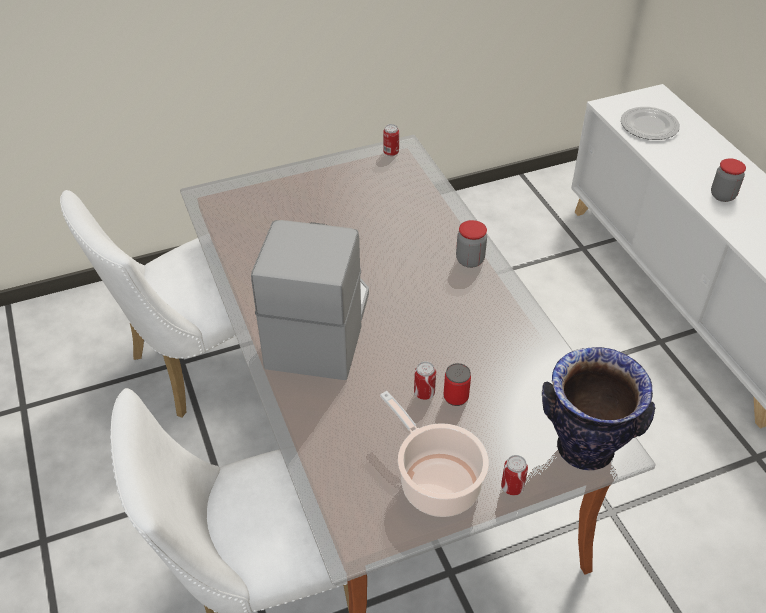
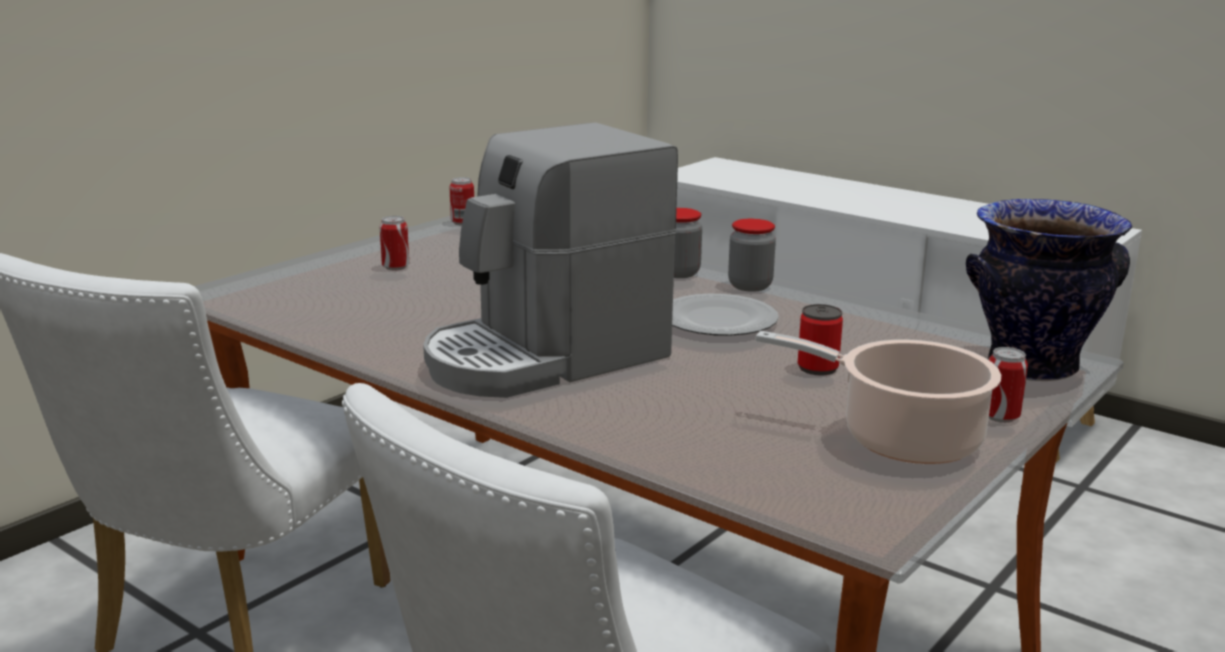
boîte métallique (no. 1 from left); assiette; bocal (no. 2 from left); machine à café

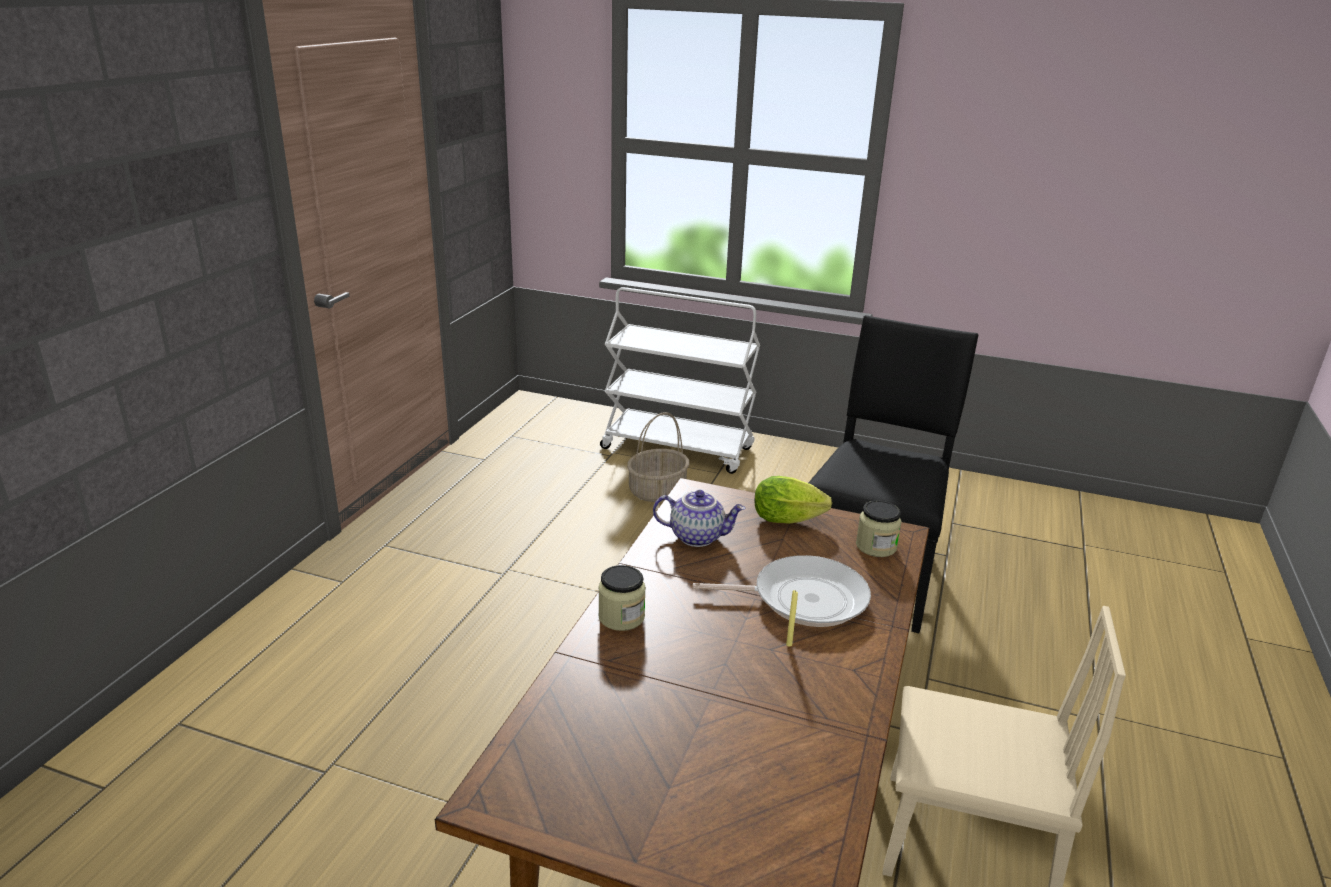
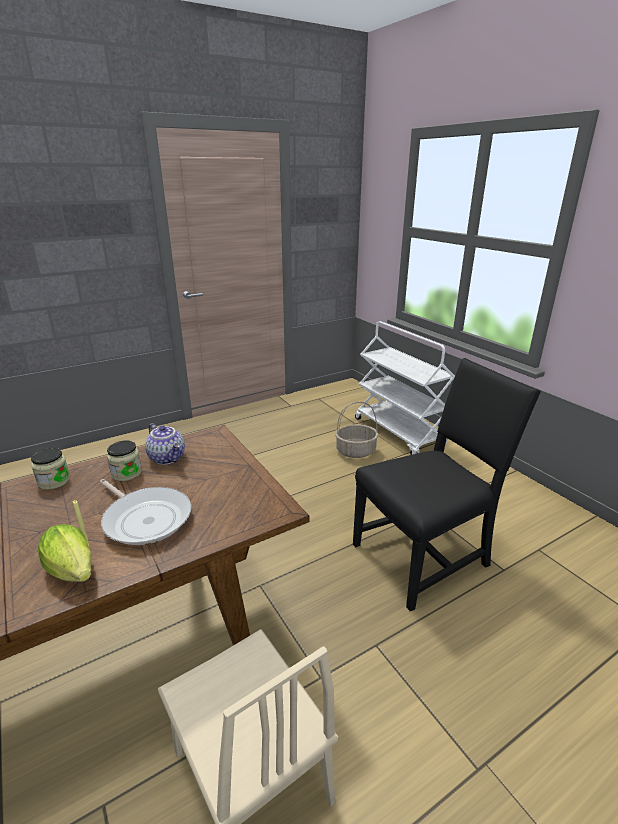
laitue; bocal (no. 2 from left)

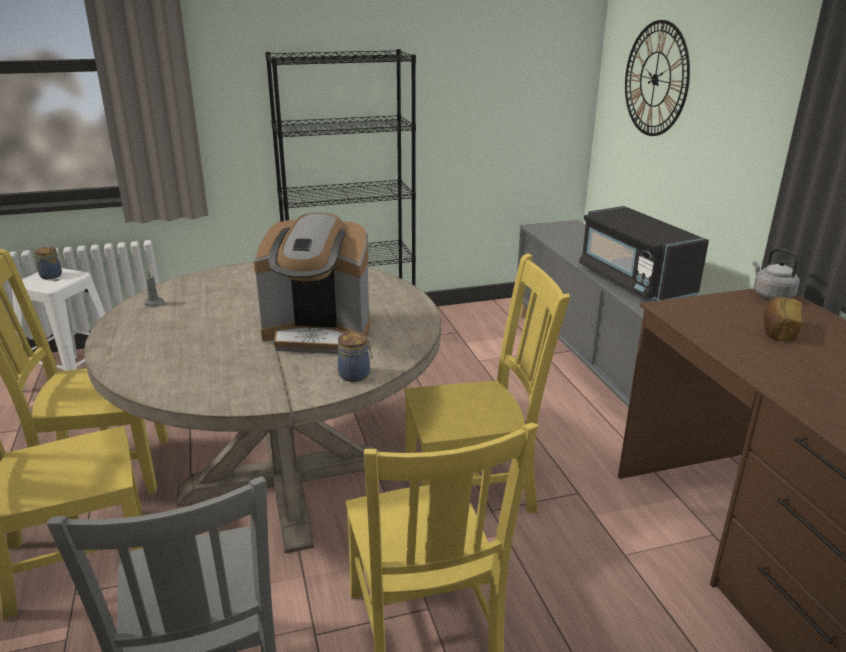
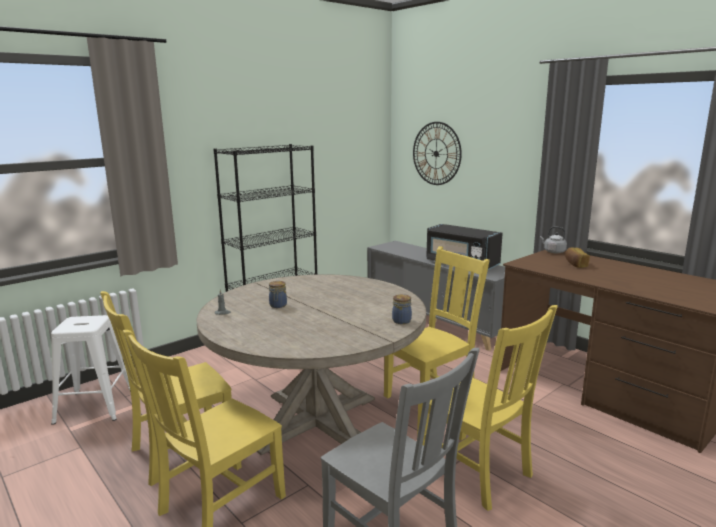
machine à café; bocal (no. 1 from left)

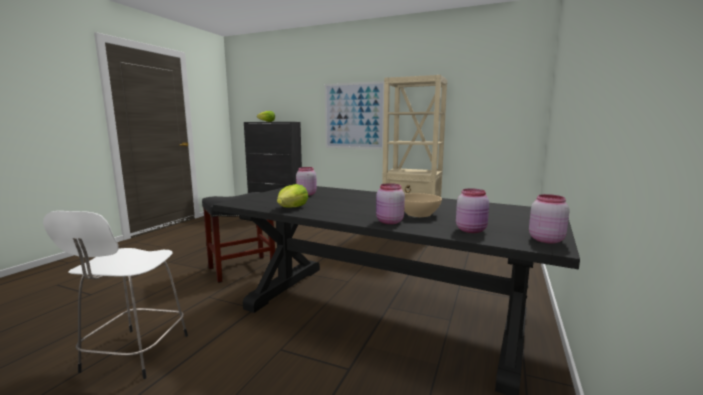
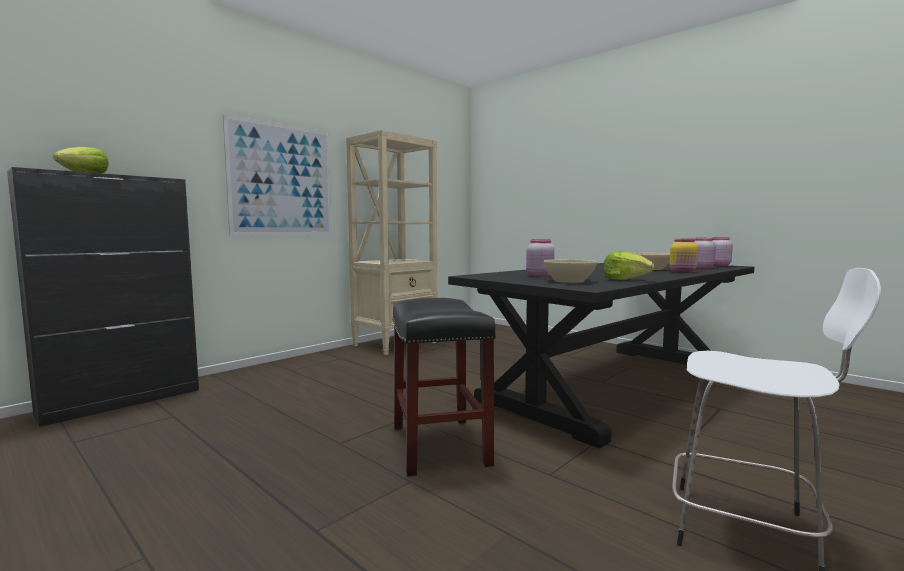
bol/beige (no. 1 from left); bocal/jaune

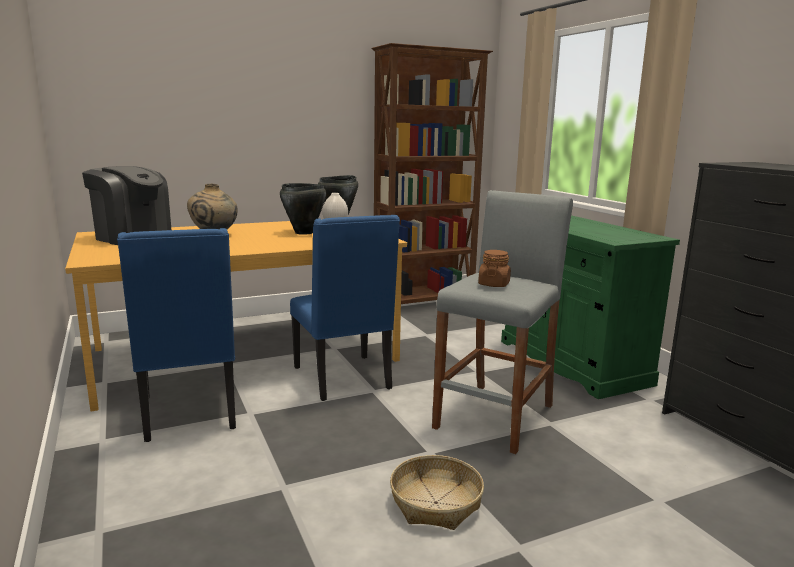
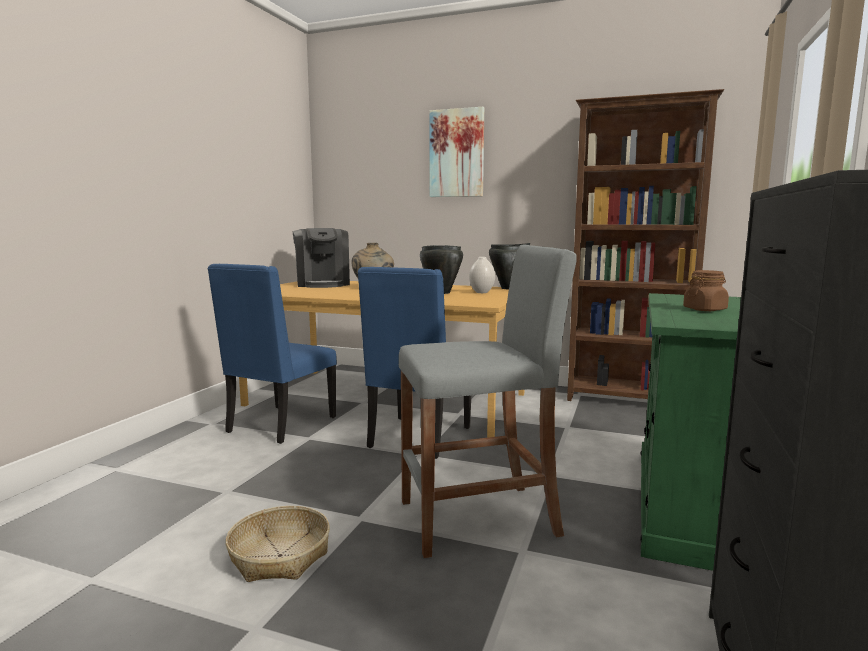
tableau; bocal/marron

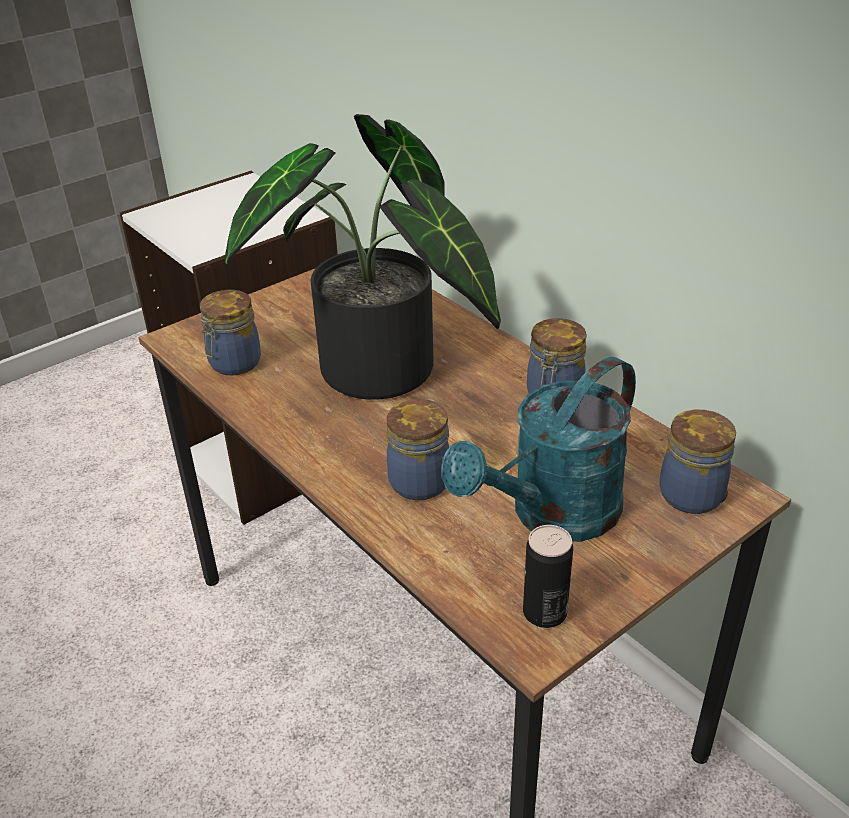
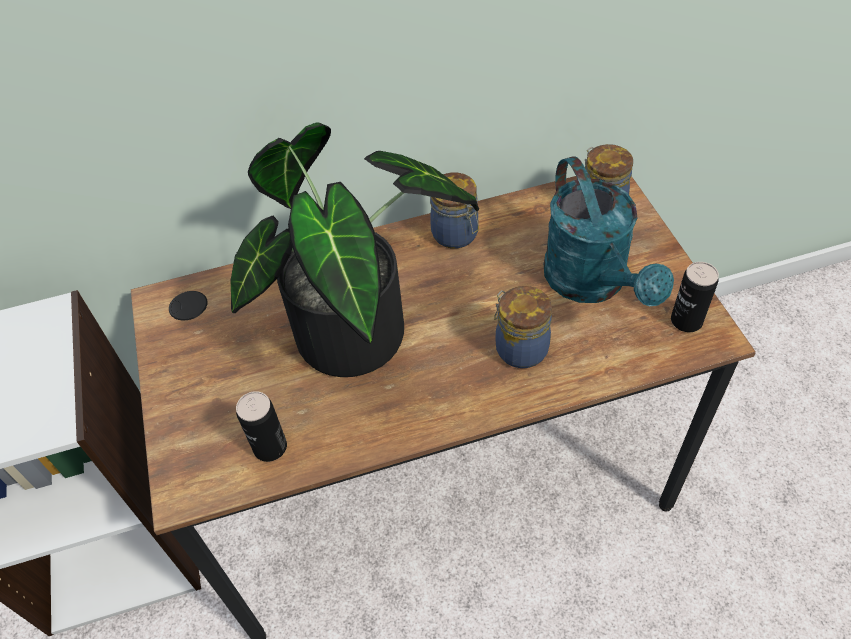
boîte métallique (no. 1 from left)

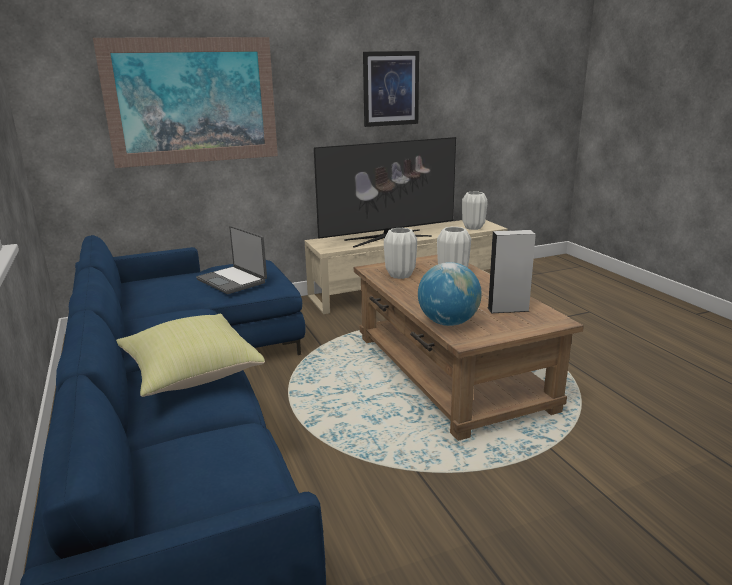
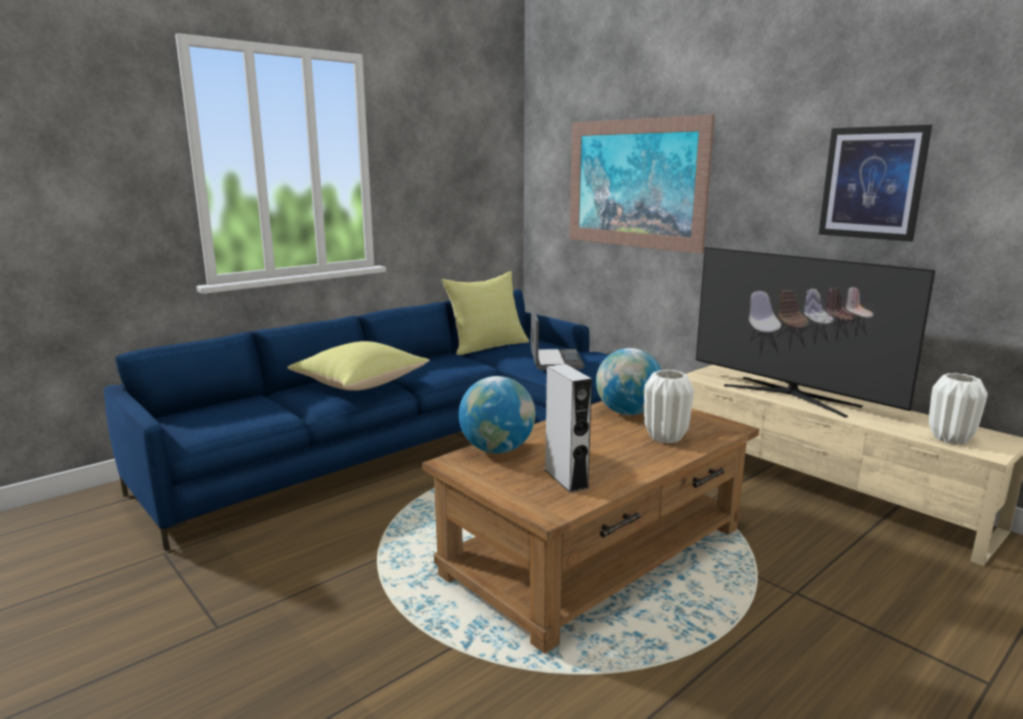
coussin/jaune (no. 2 from left); globe (no. 2 from left); ordinateur portable

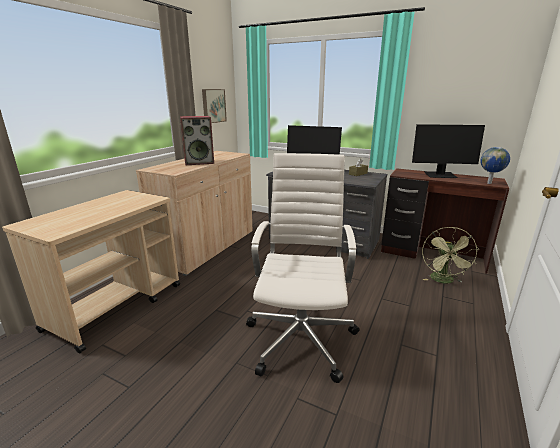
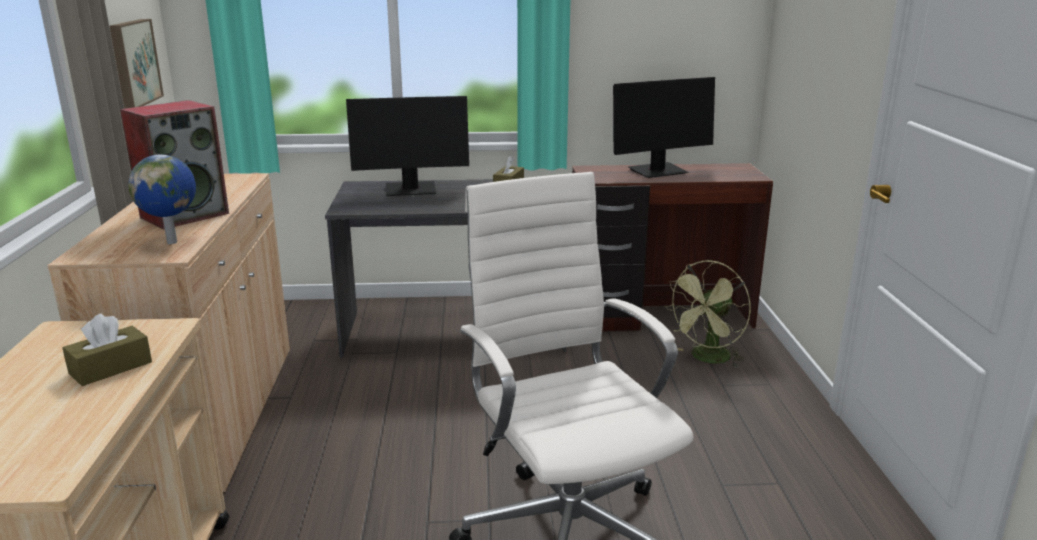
boîte à mouchoirs/marron (no. 1 from left); globe; ventilateur/vert

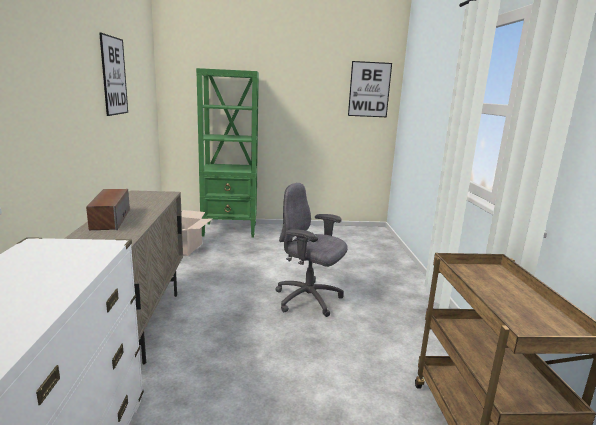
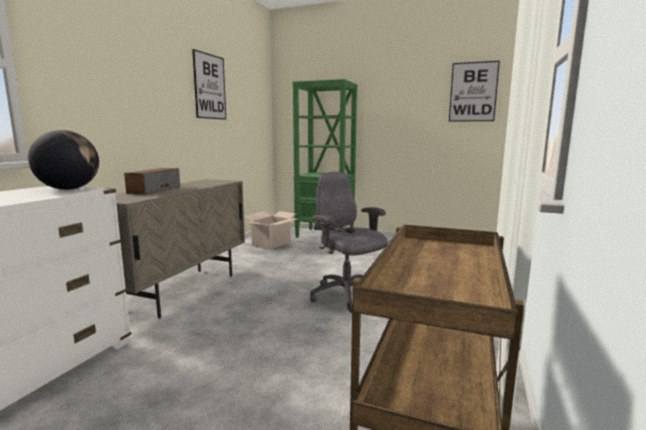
globe

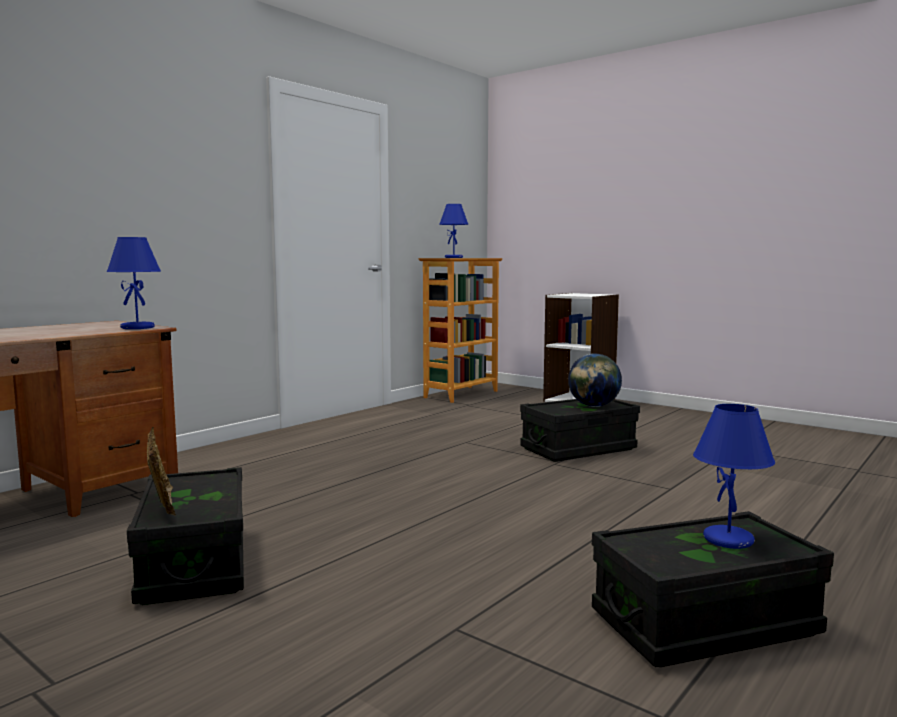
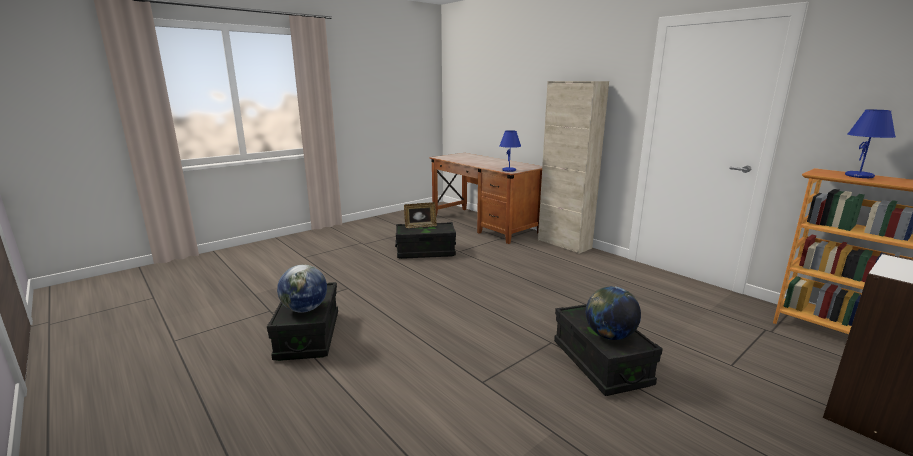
meuble de rangement/beige; globe (no. 1 from left)

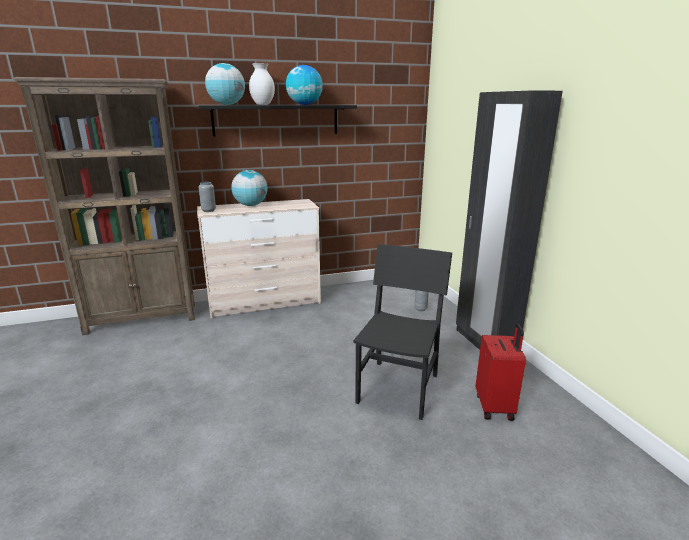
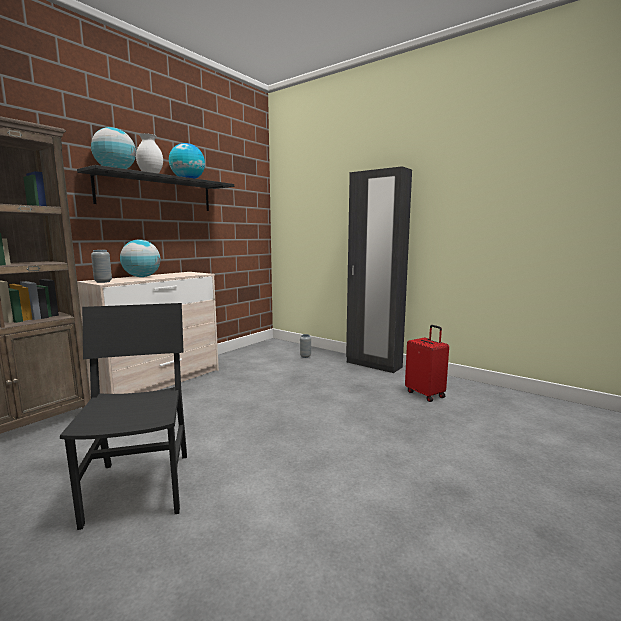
chaise/noir

